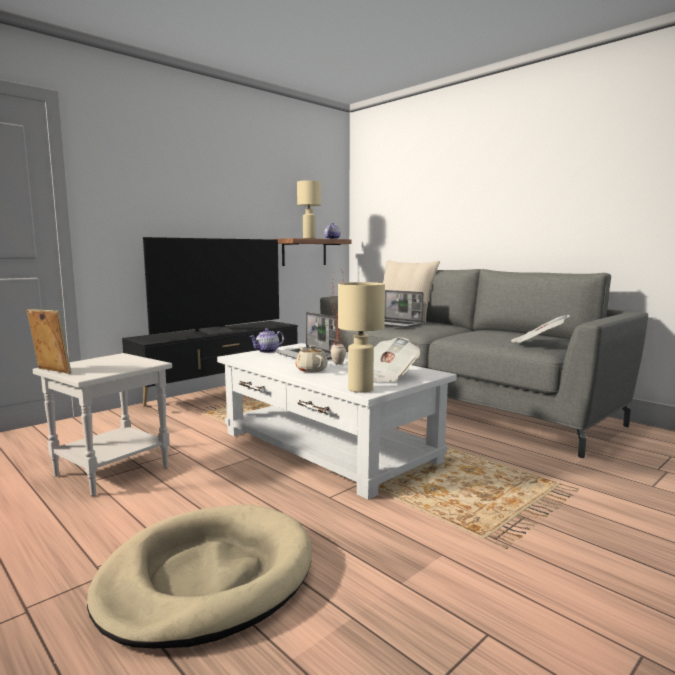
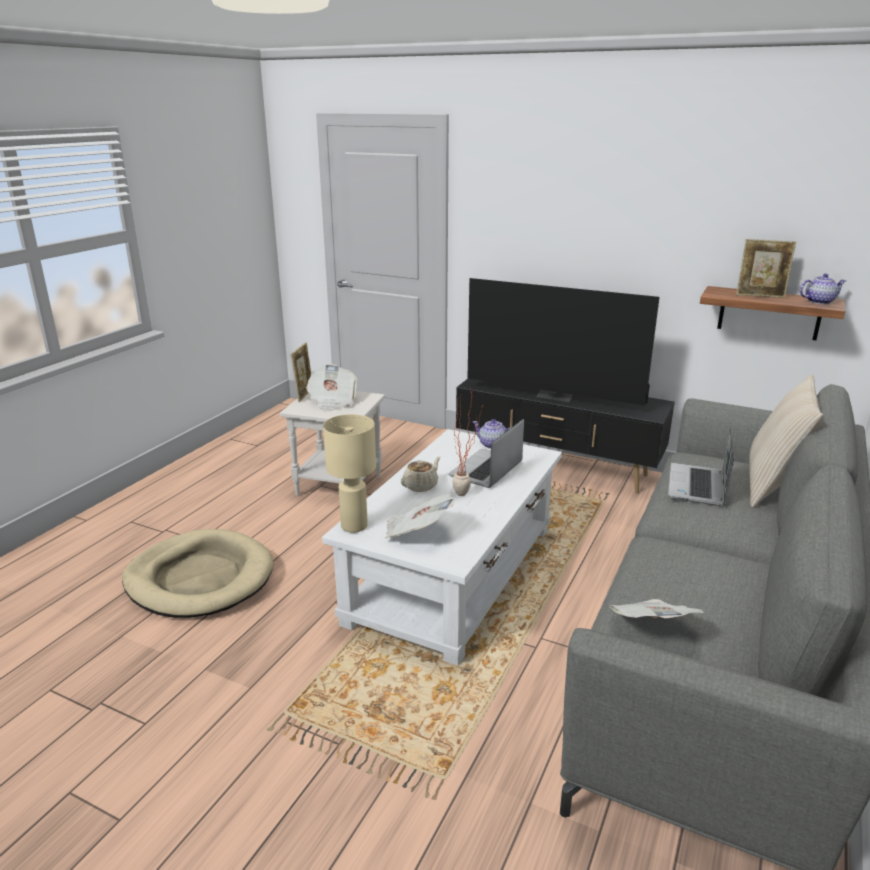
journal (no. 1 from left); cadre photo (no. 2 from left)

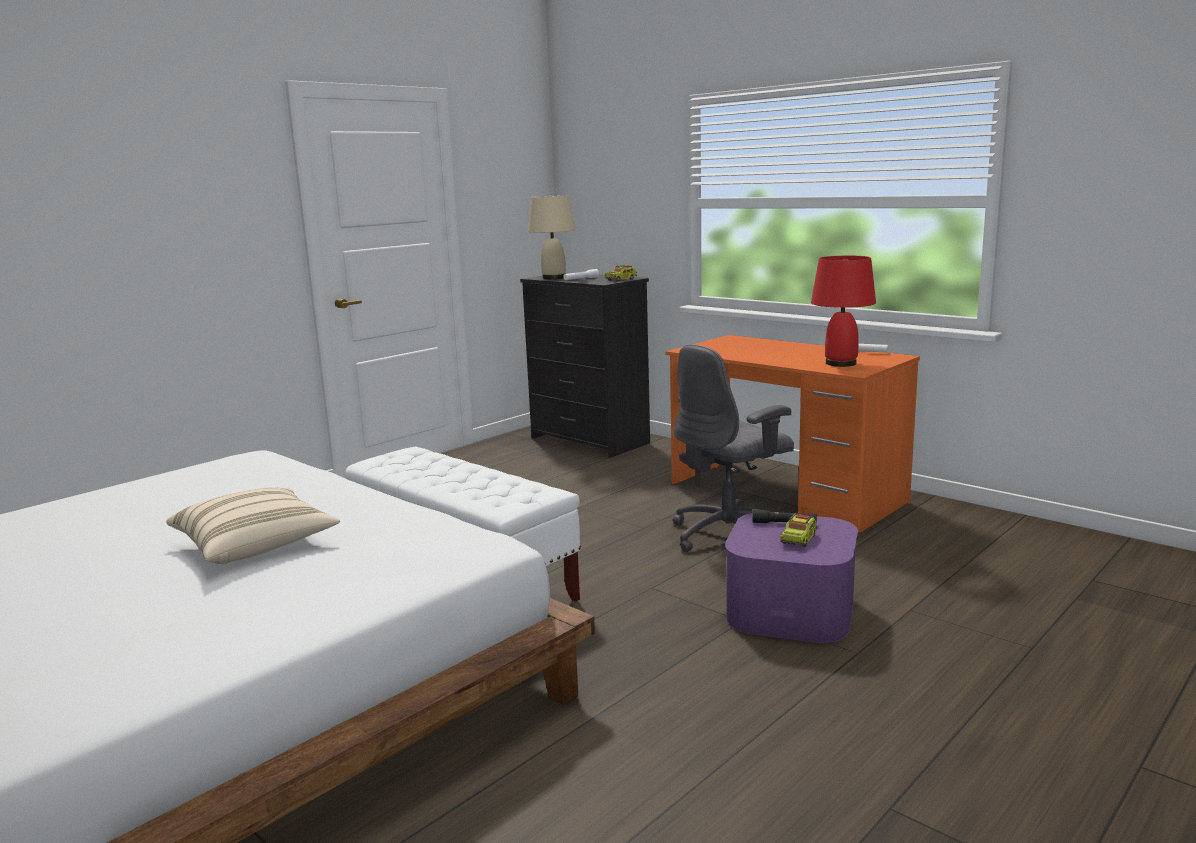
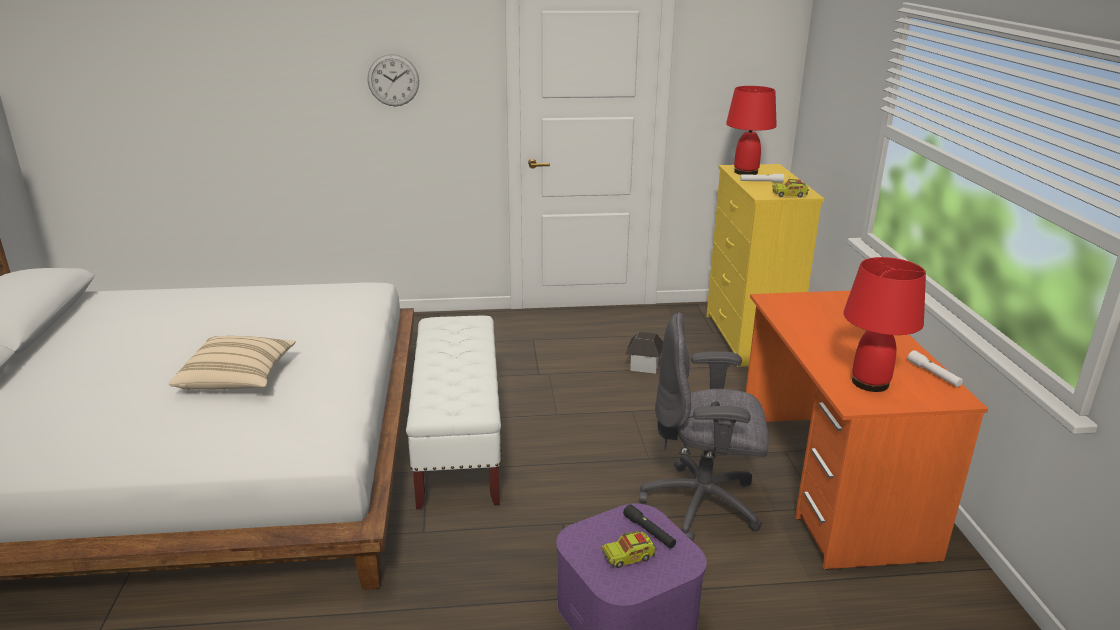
horloge murale; maison miniature; commode/jaune; lampe de table/rouge (no. 1 from left)

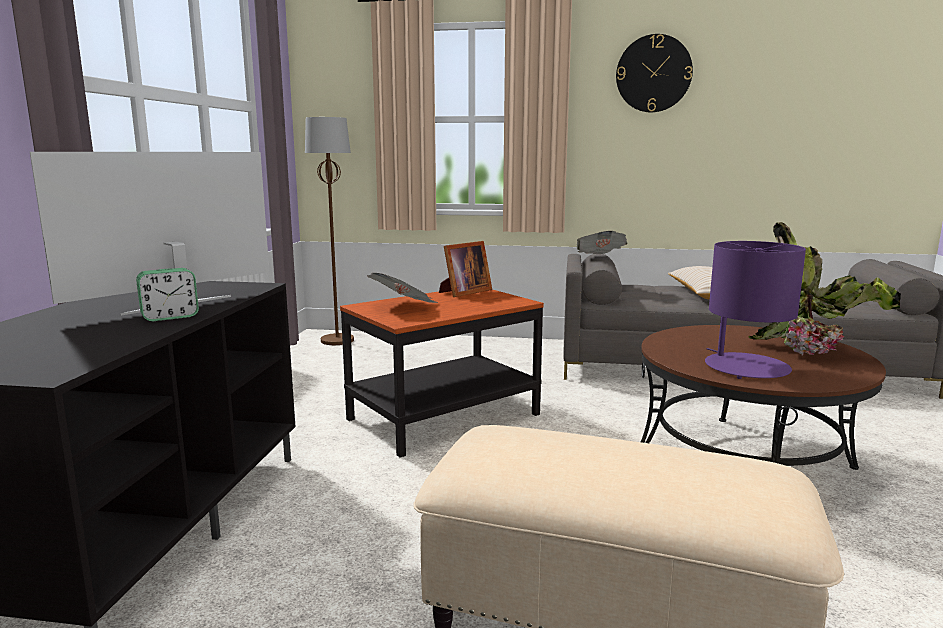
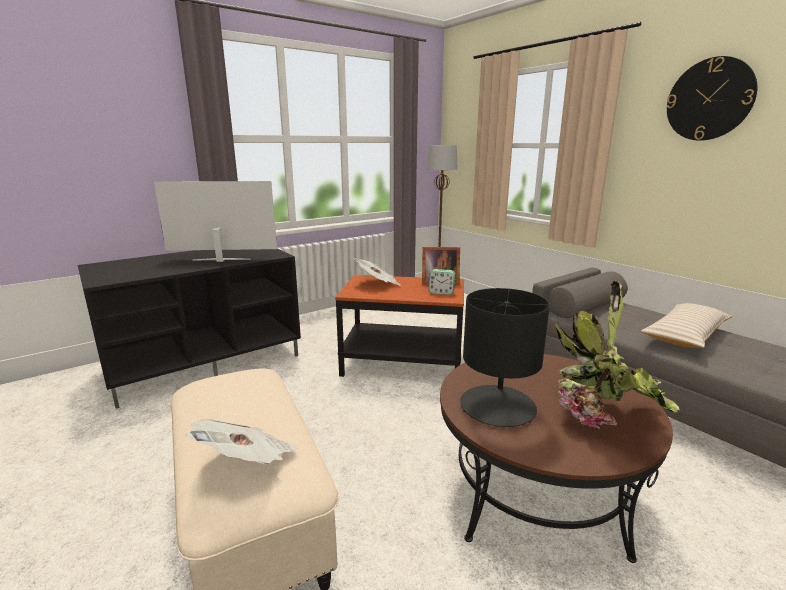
réveil; journal (no. 1 from left); lampe de table/noir

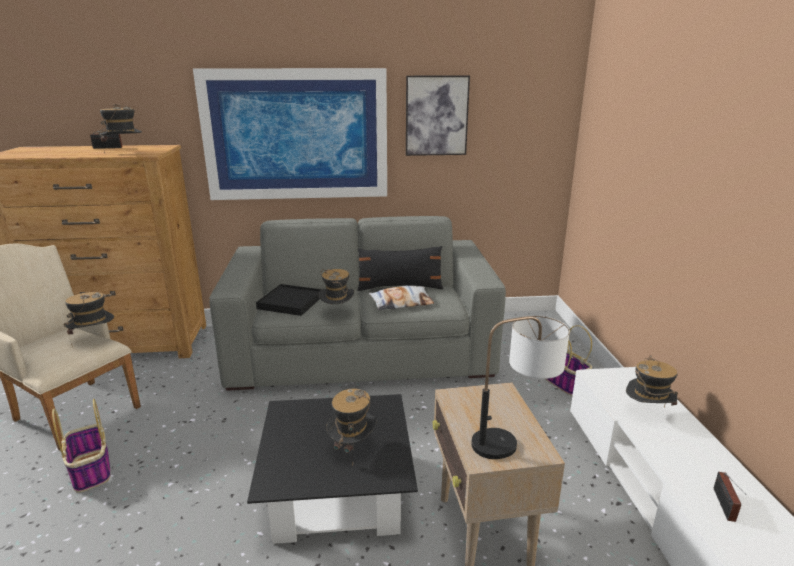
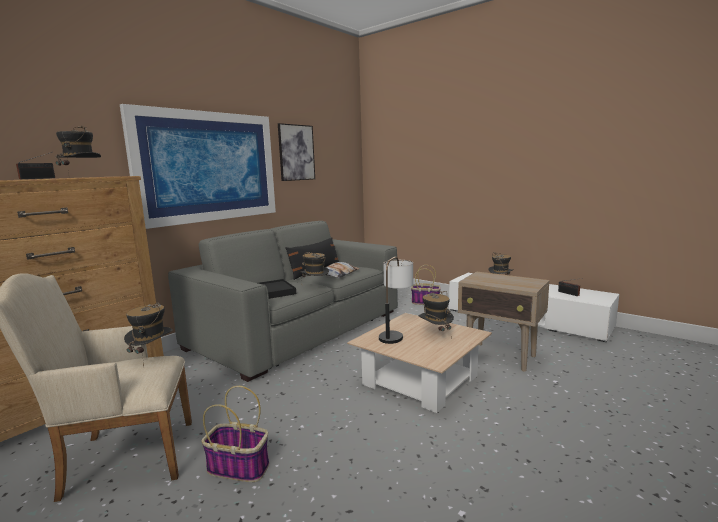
lampe de table; table basse/beige

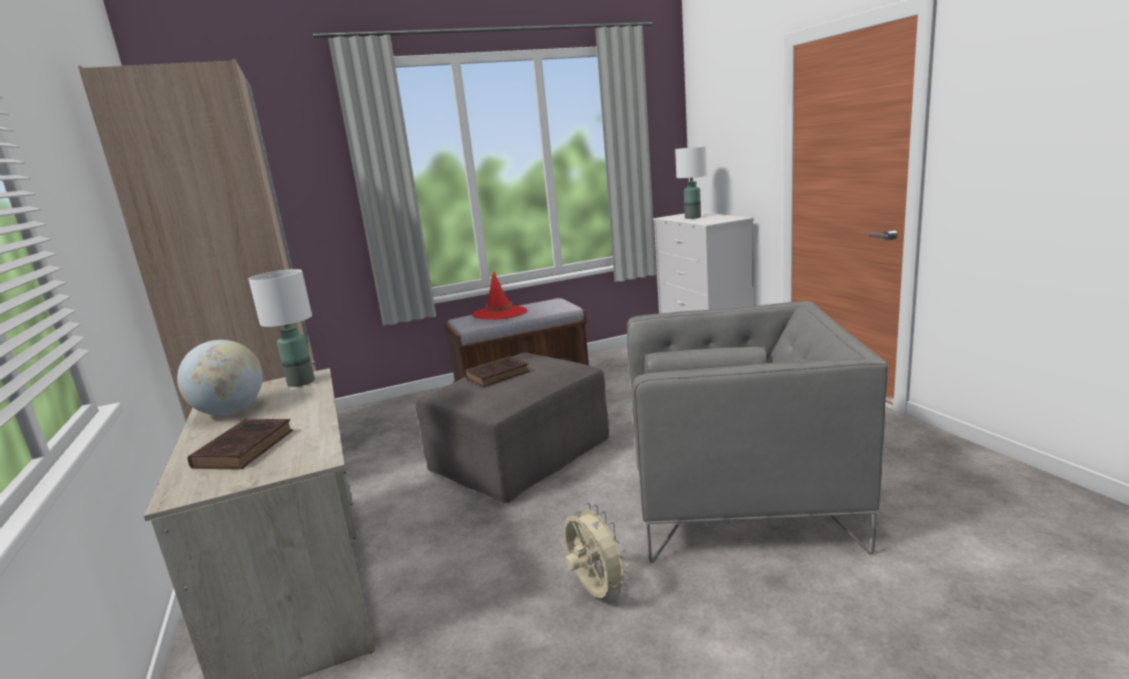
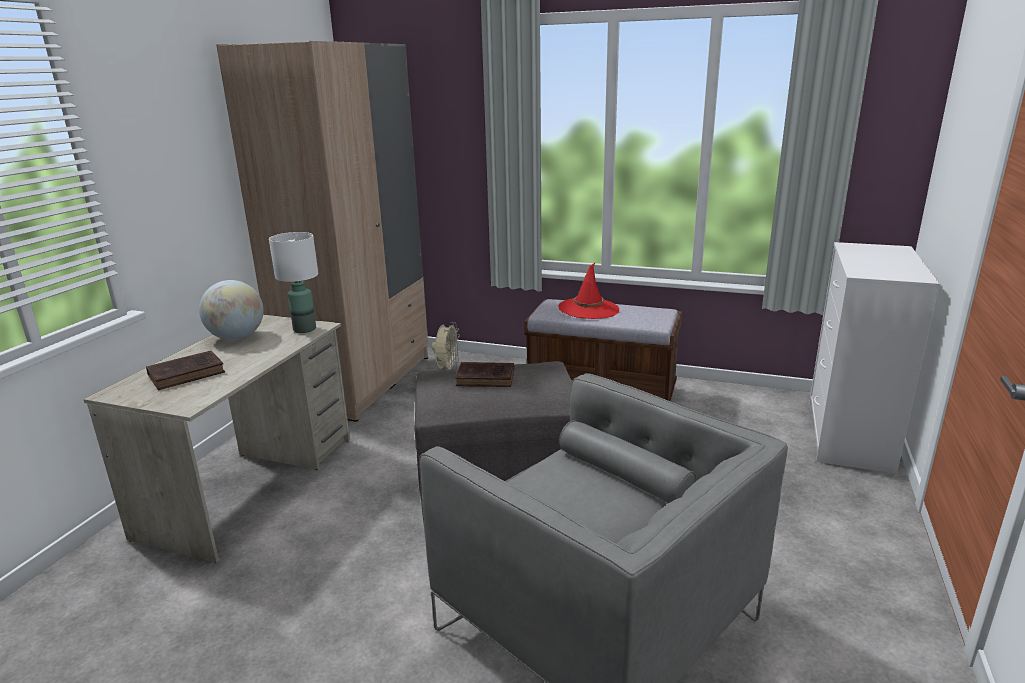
lampe de table/blanc (no. 2 from left in the first image); ventilateur/beige

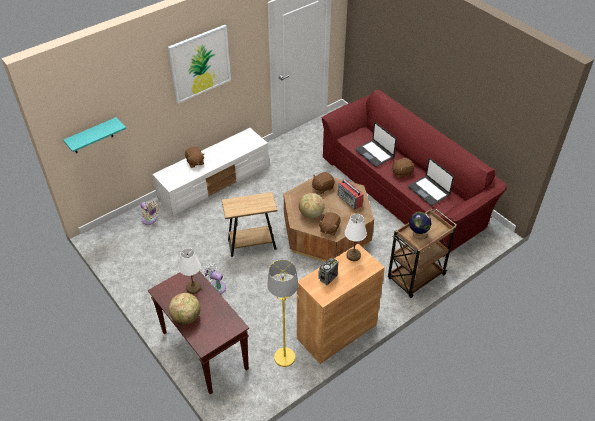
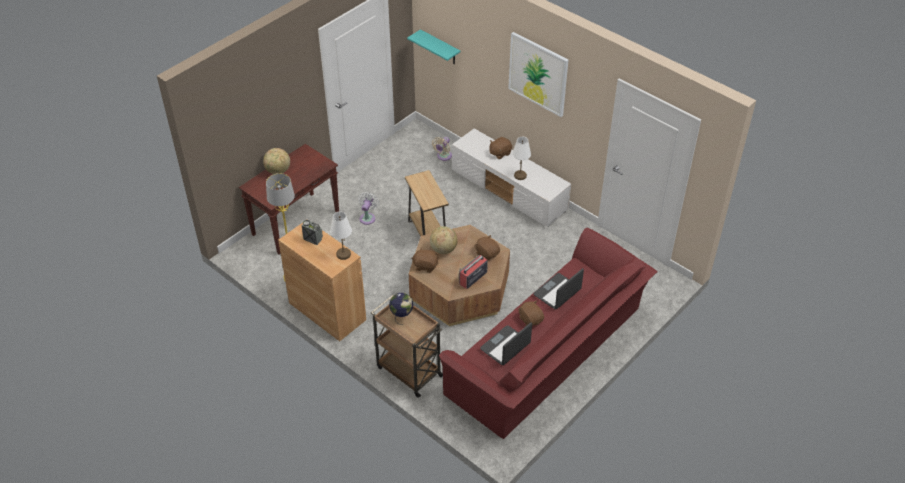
lampe de table/blanc (no. 2 from left)

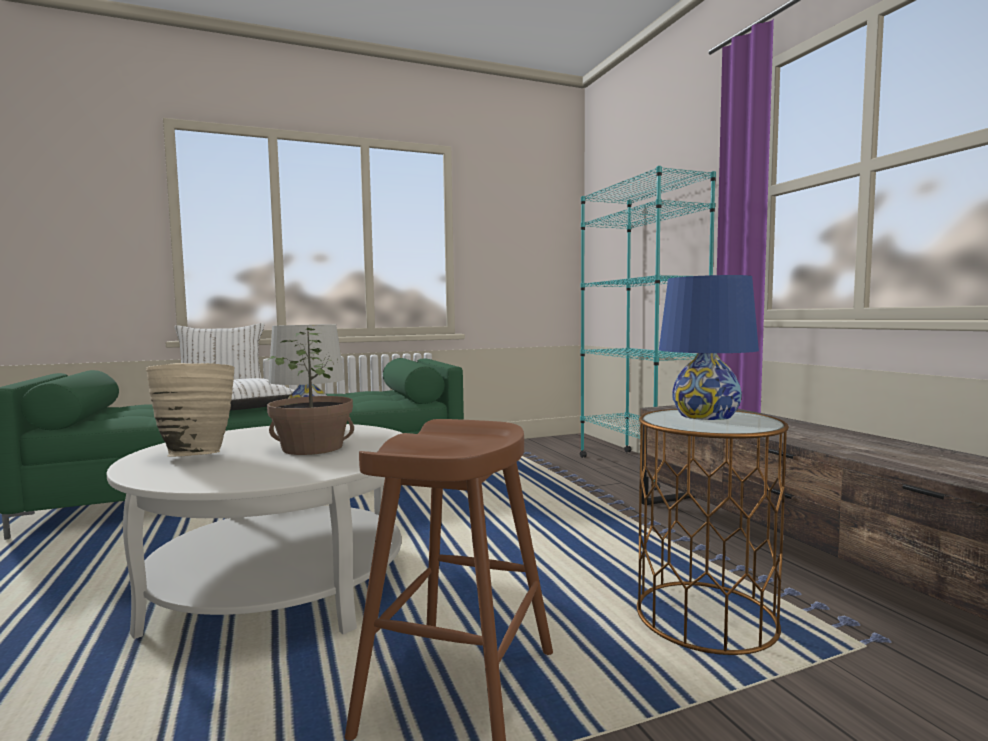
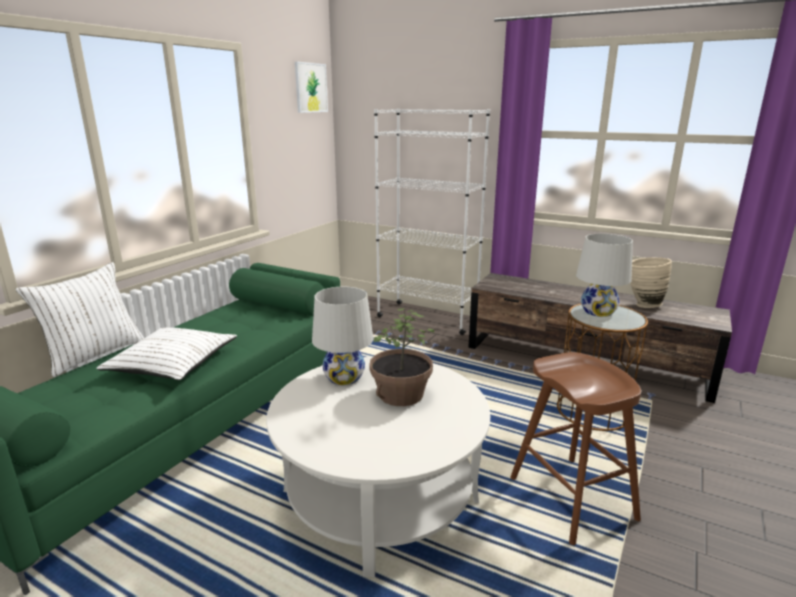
tableau; vase/beige; bibliothèque/blanc; lampe de table/blanc (no. 2 from left)

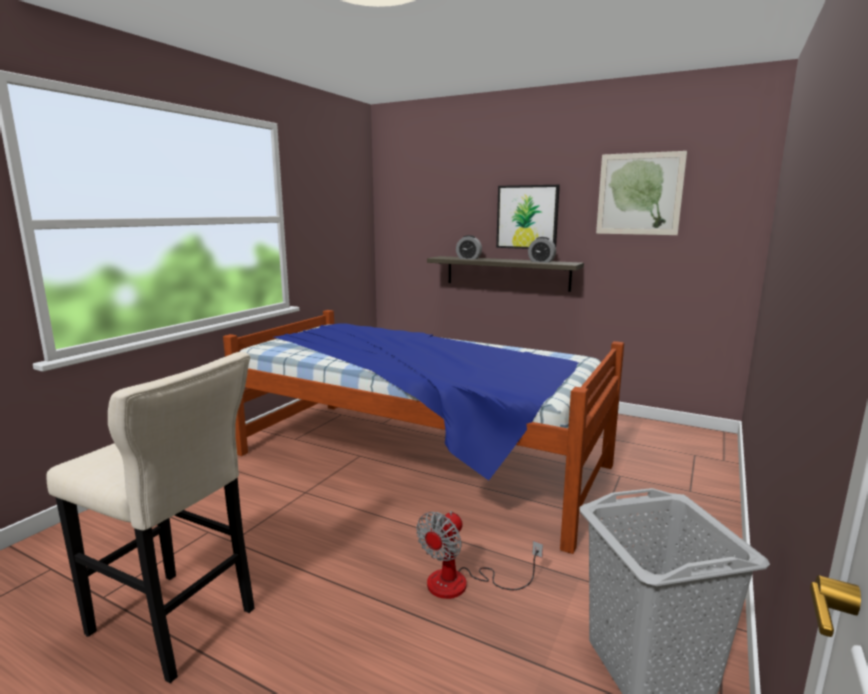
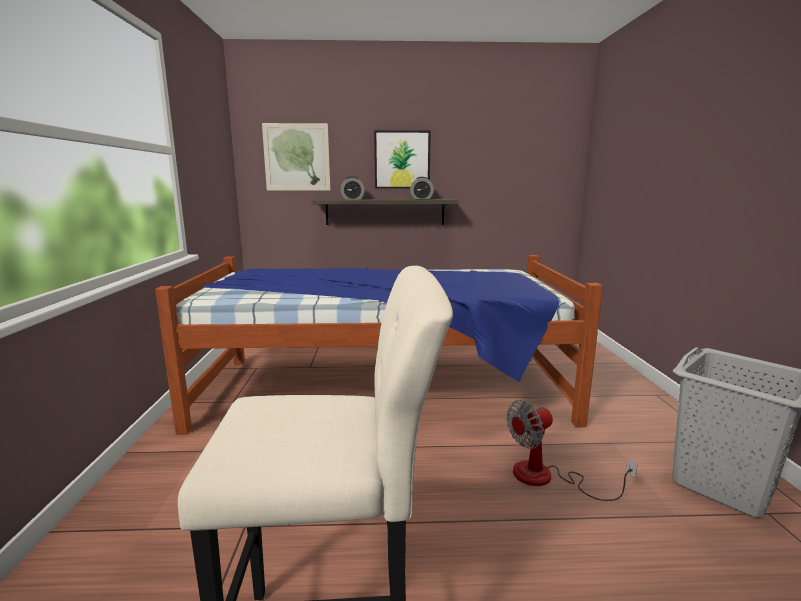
tableau (no. 1 from left); ventilateur

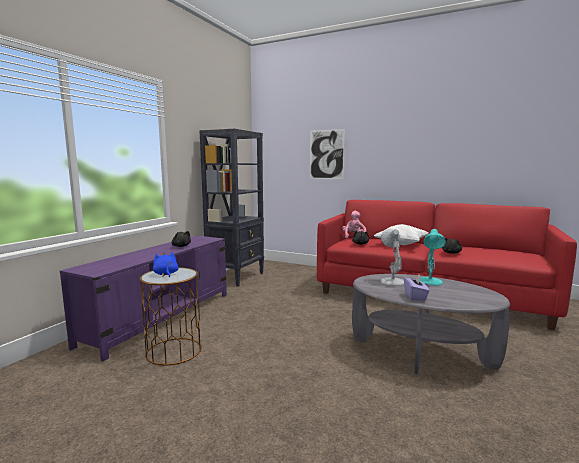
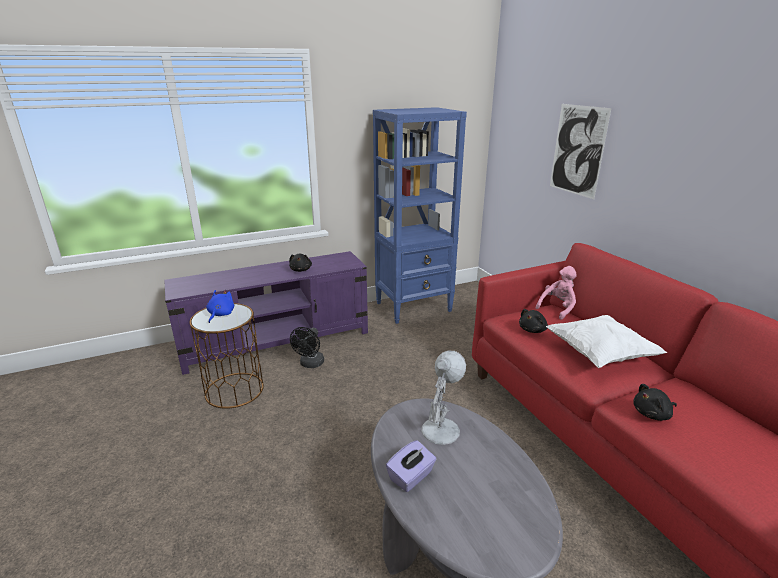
lampe de table/turquoise; ventilateur/noir; bibliothèque/bleu

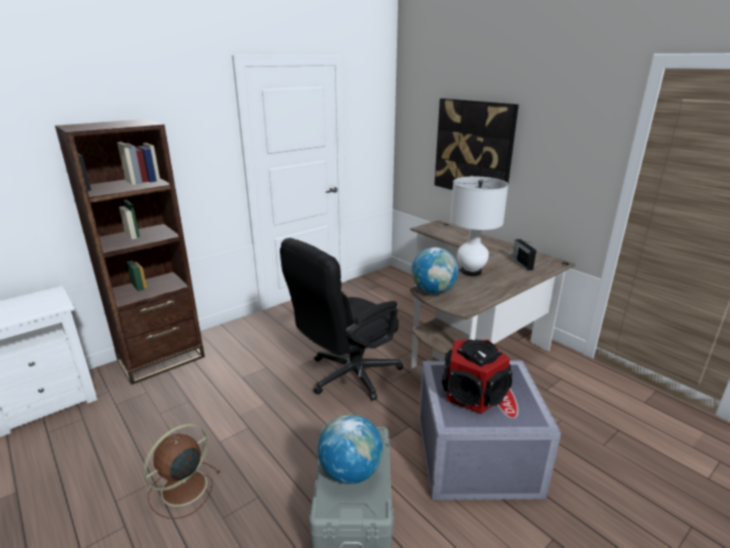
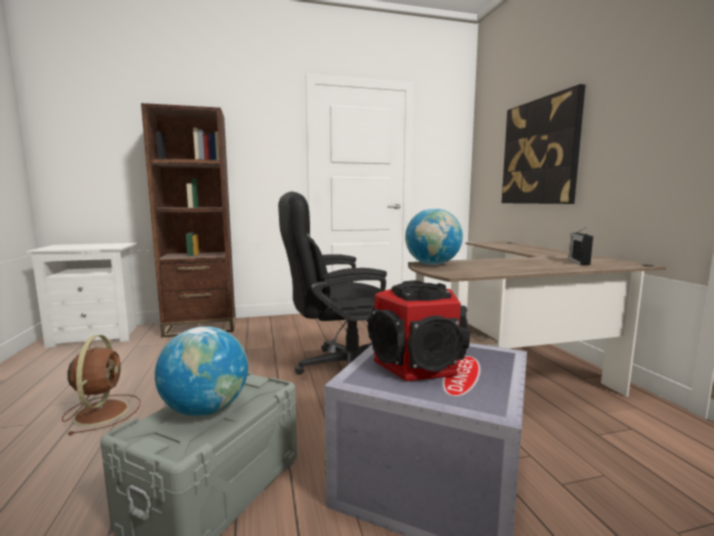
lampe de table/blanc; ventilateur/marron

